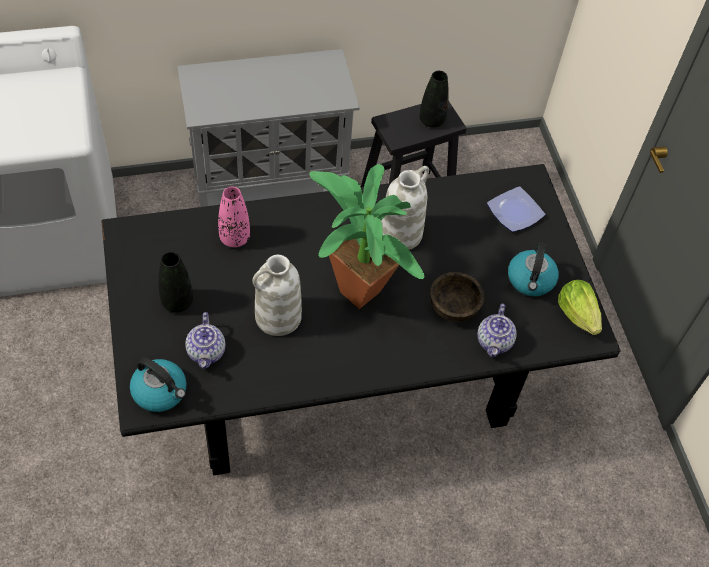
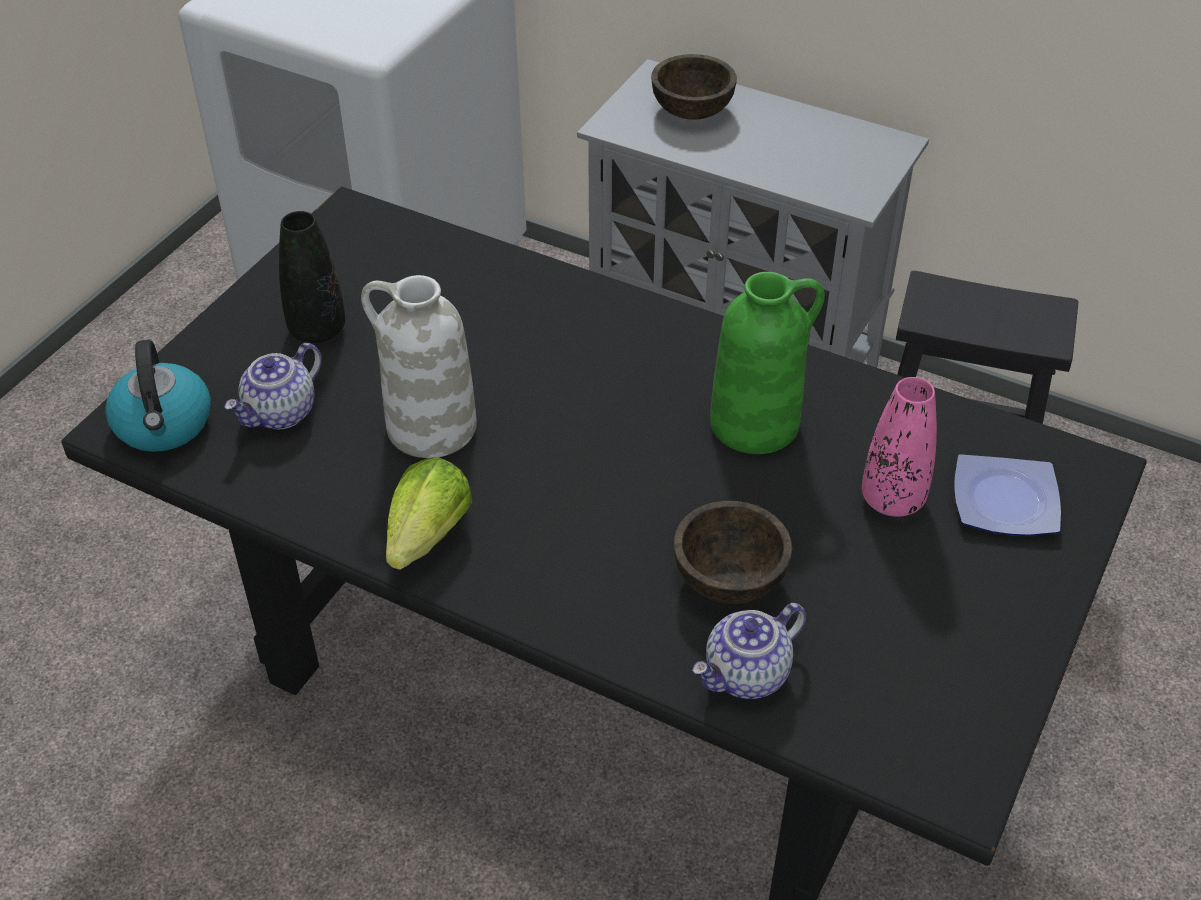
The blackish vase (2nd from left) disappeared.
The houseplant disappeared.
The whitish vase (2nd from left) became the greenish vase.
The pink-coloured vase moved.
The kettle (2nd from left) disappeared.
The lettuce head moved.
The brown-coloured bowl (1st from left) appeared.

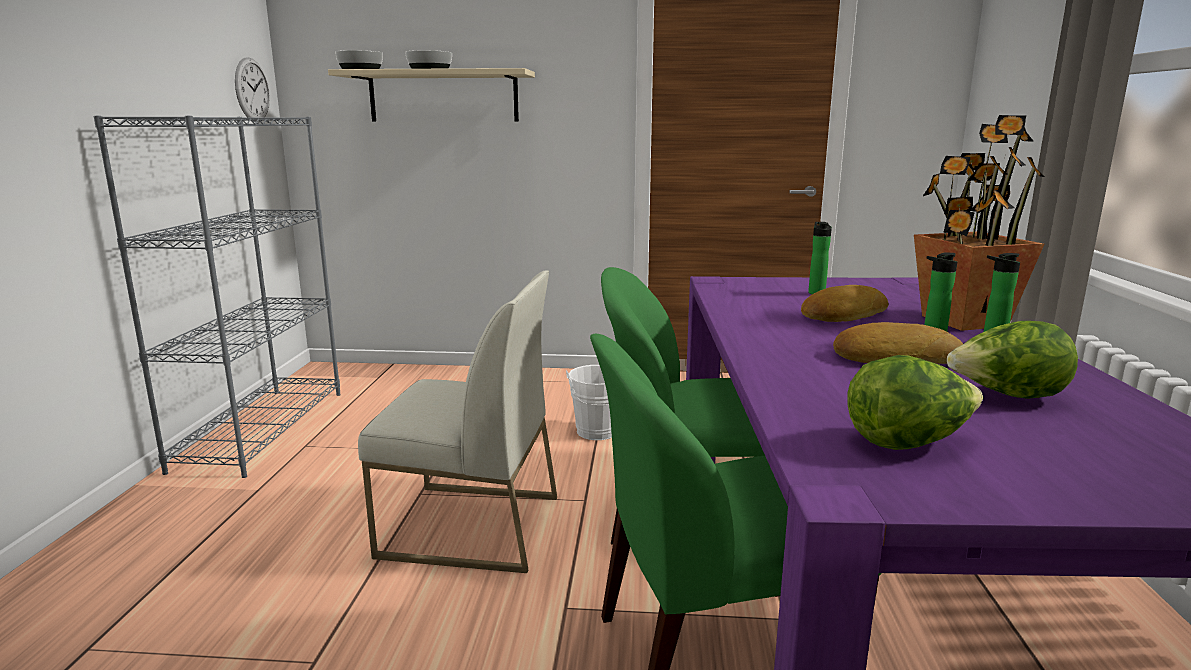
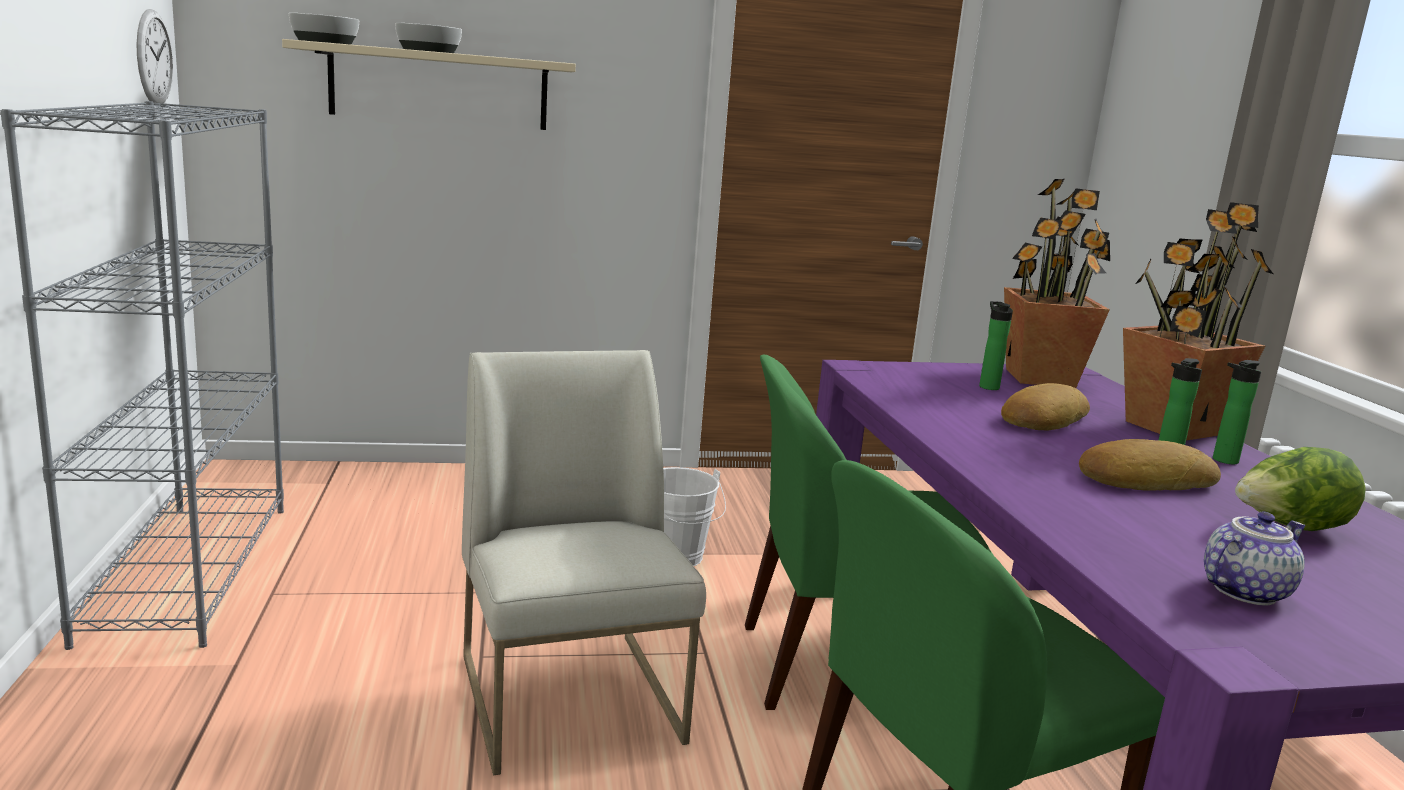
The whitish upright chair turned 105 degrees counterclockwise.
The lettuce head (1st from left) was replaced by the tea pot.
The houseplant (1st from left) appeared.

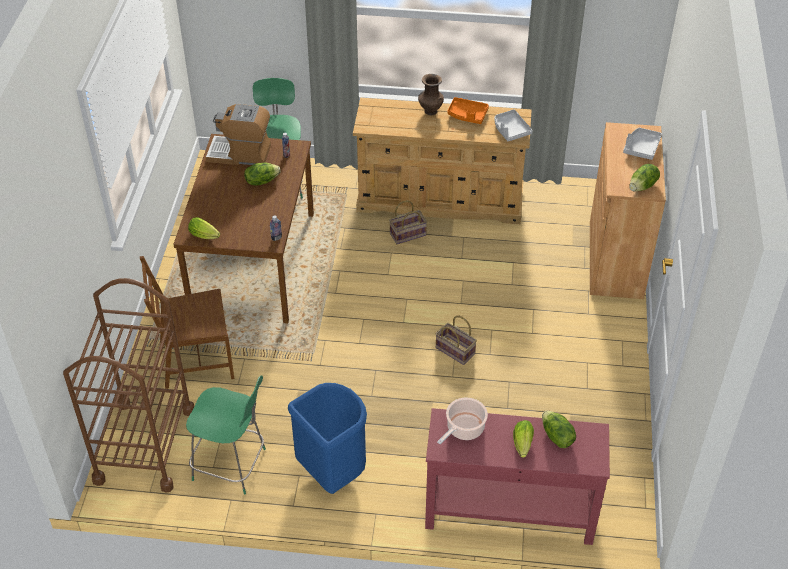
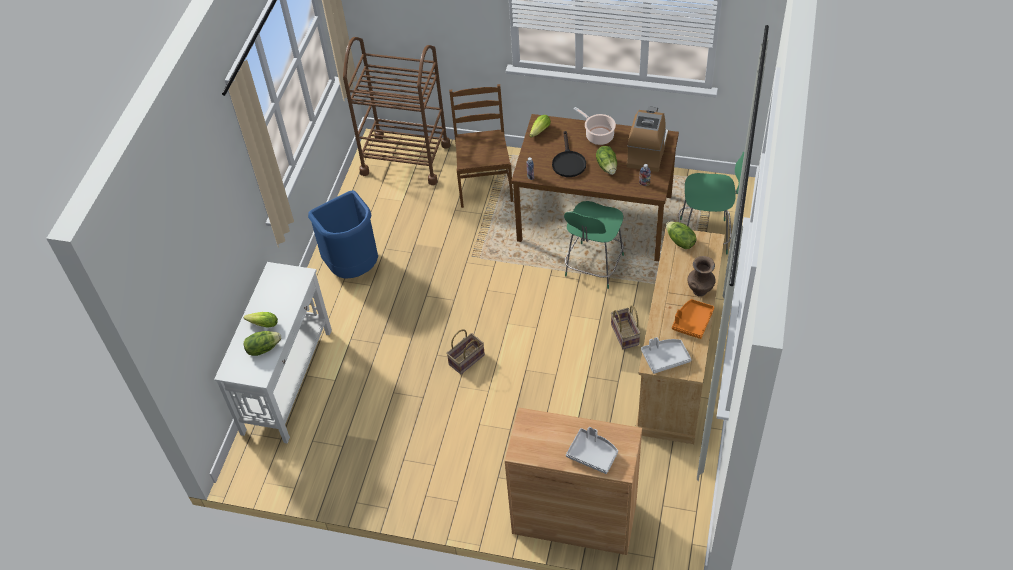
The lettuce head (5th from left) moved.
The greenish upright chair (1st from left) moved.
The saucepot moved.
The red-coloured console table became the whitish console table.
The blackish pan appeared.

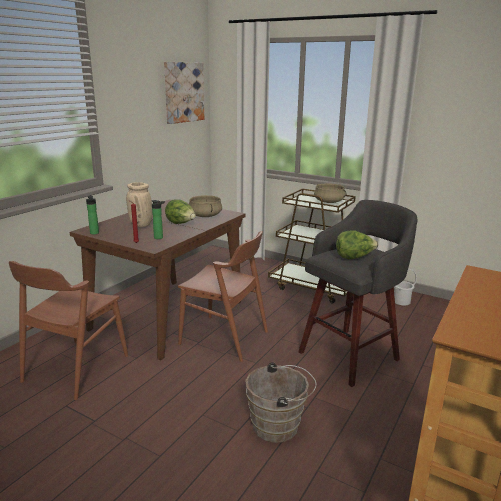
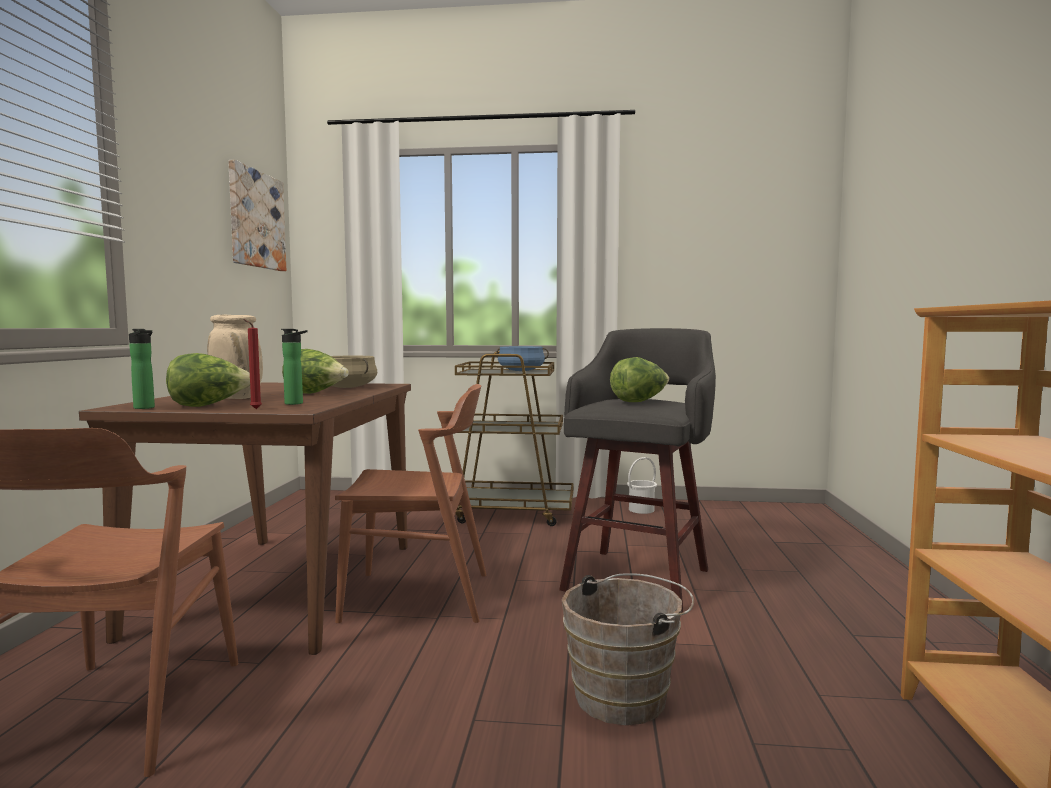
The sand-coloured saucepot (2nd from left) became the blue-coloured saucepot.
The lettuce head (1st from left) appeared.

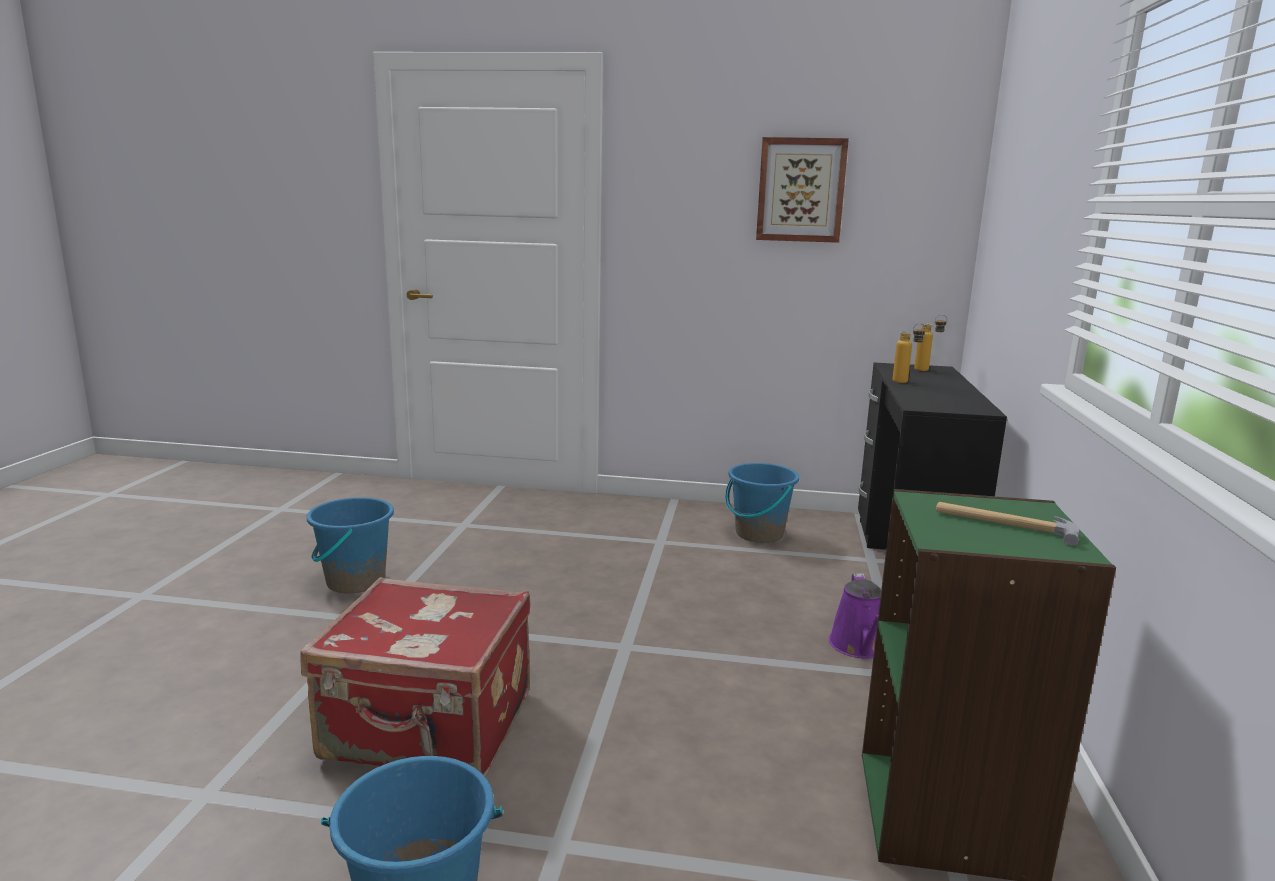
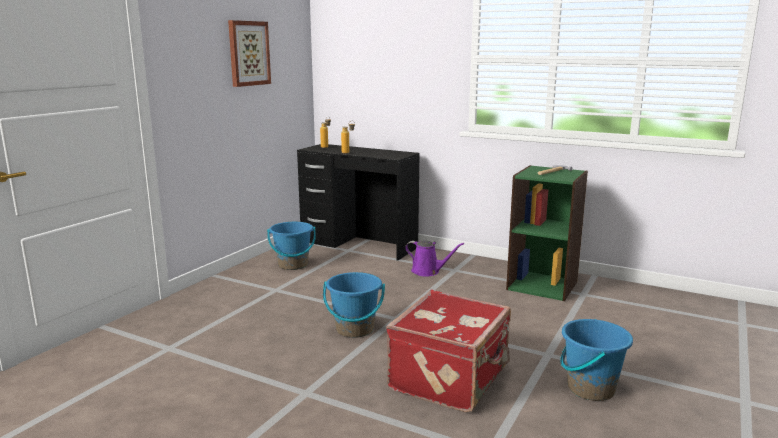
The blue-coloured water bucket (1st from left in the first image) moved.

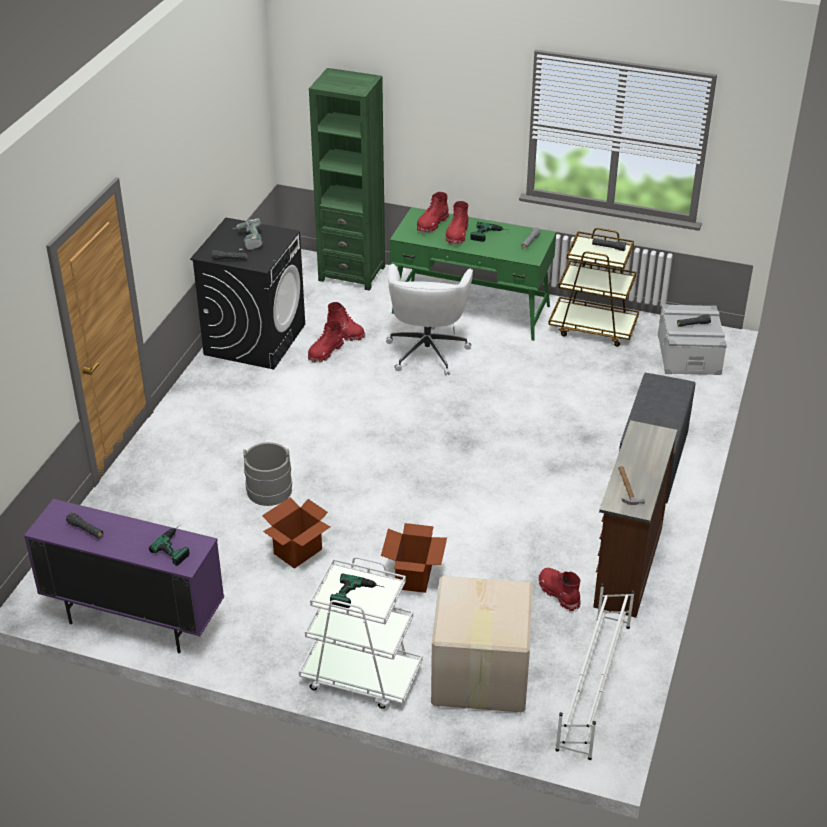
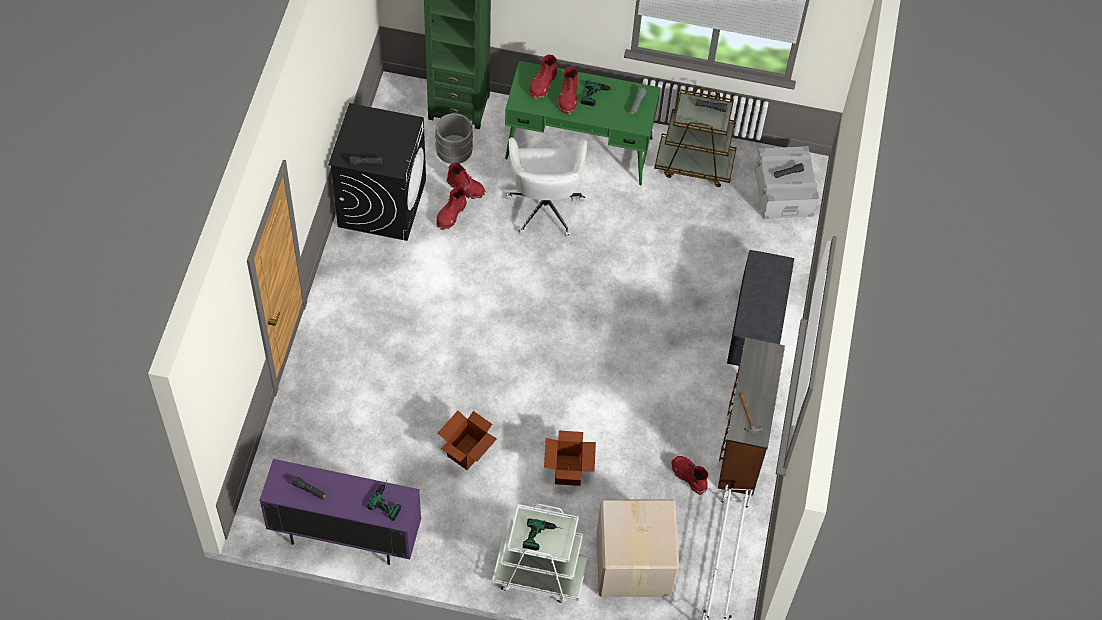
The drill (2nd from left) disappeared.
The greyish water bucket moved.

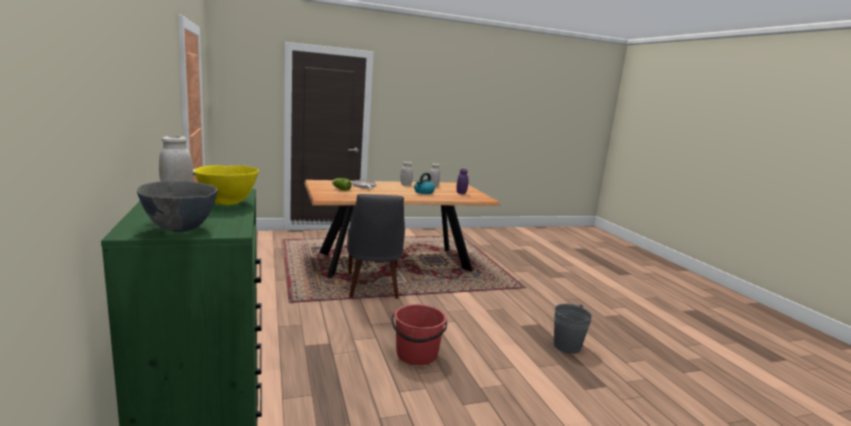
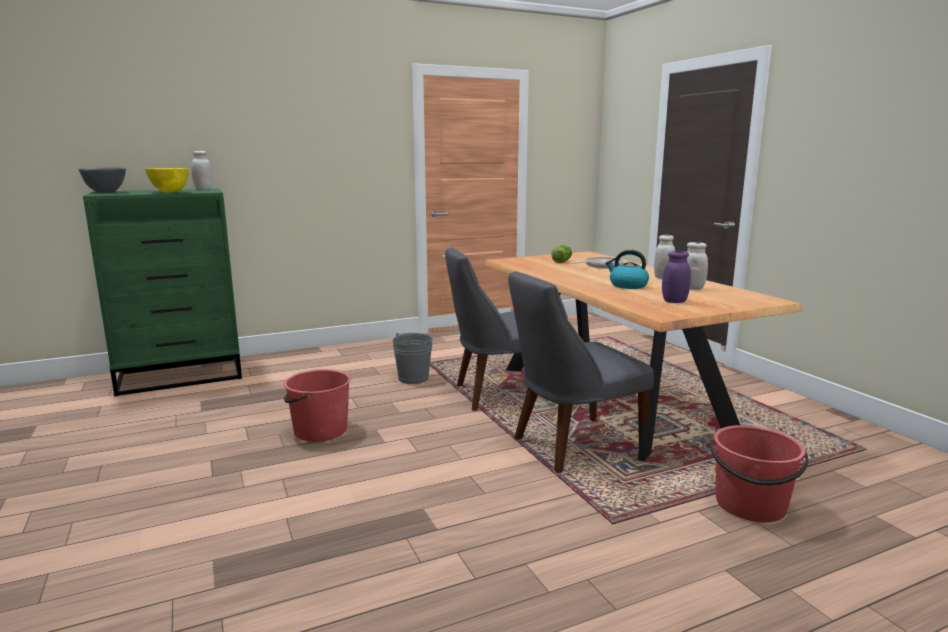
The greyish water bucket moved.
The greyish upright chair (2nd from left) appeared.
The red-coloured water bucket (2nd from left) appeared.

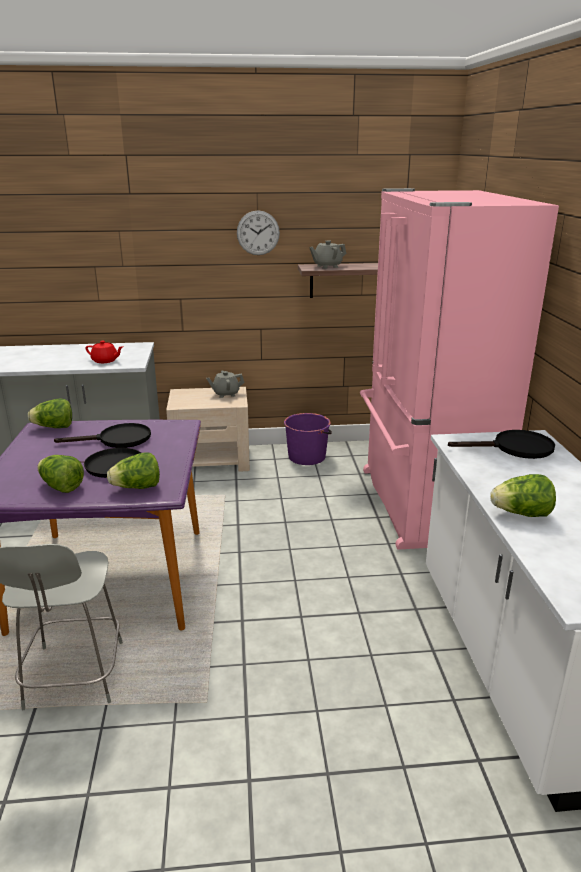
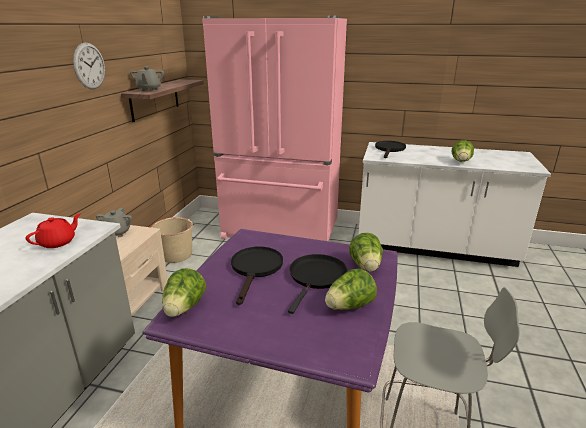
The purple-coloured water bucket became the sand-coloured water bucket.

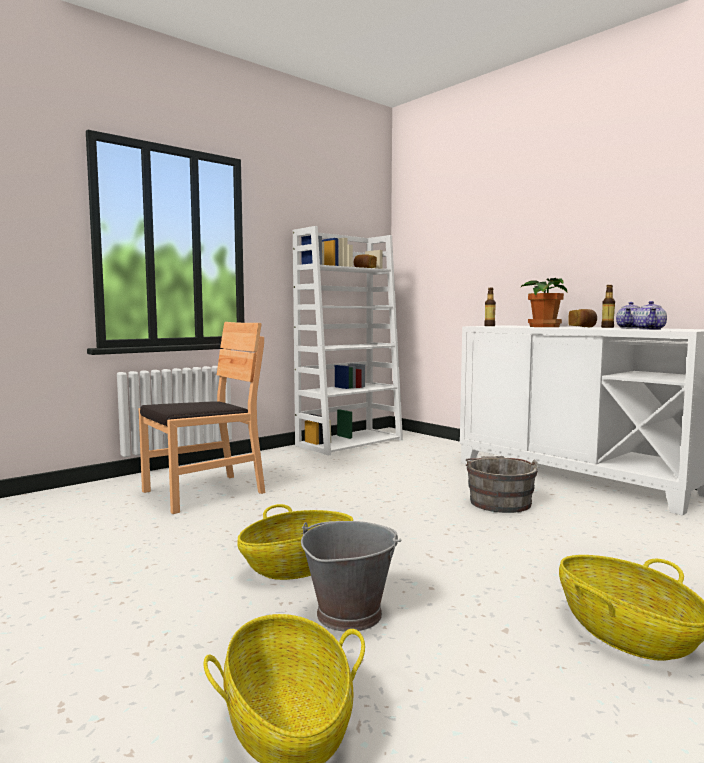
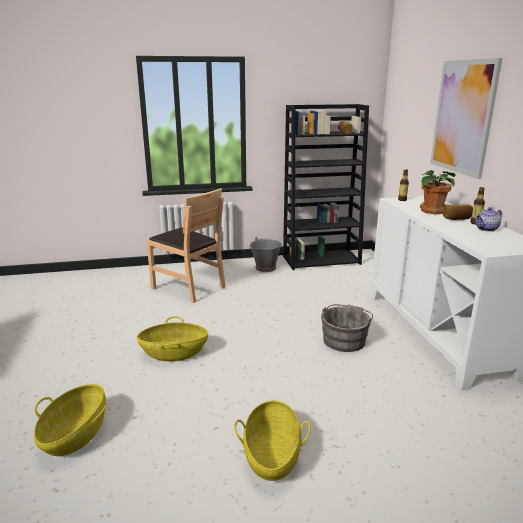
The whitish bookcase became the blackish bookcase.
The tea pot (2nd from left) disappeared.
The brown-coloured upright chair turned 45 degrees clockwise.
The greyish water bucket (1st from left) moved.
The picture appeared.

